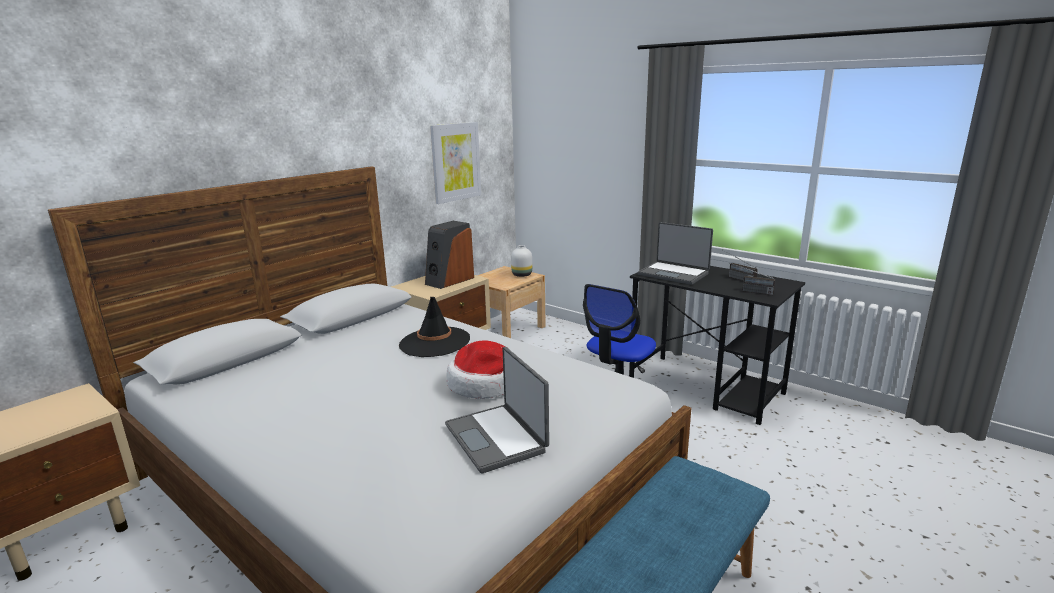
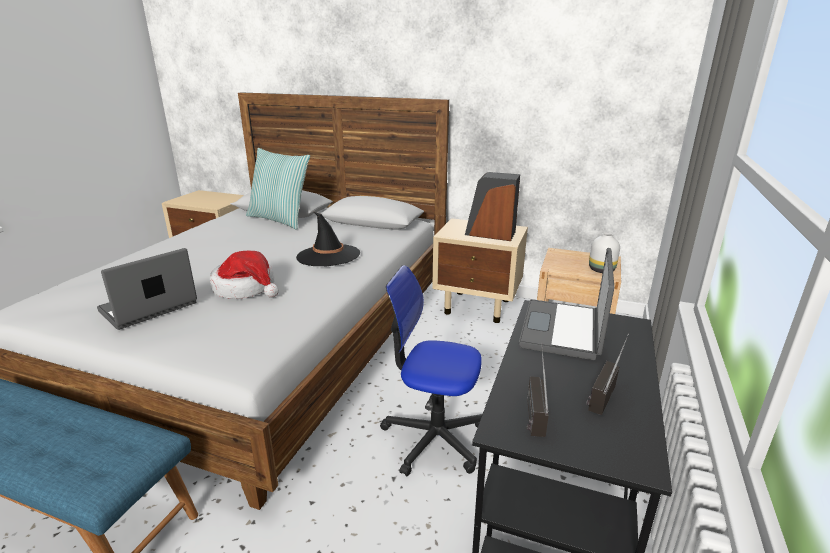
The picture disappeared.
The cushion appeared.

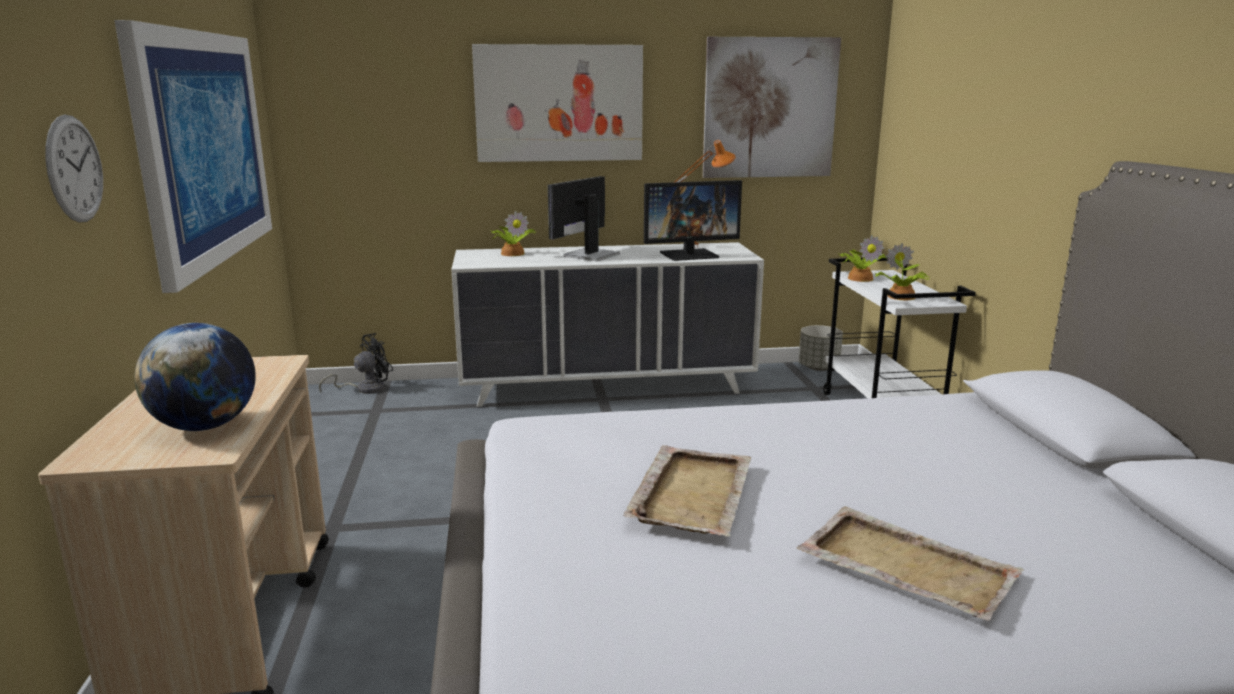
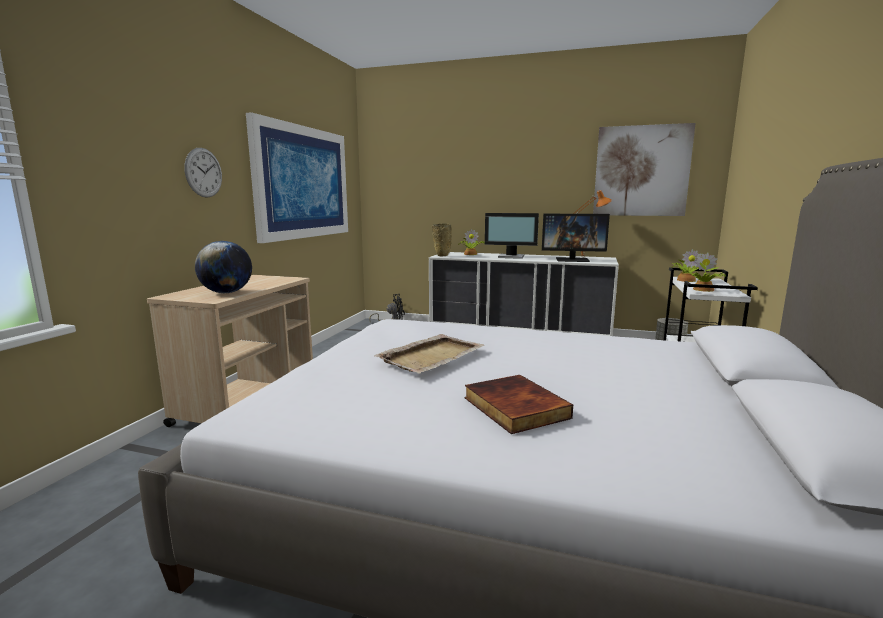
The picture (2nd from left) disappeared.
The computer display (1st from left) turned 135 degrees counterclockwise.
The sand-coloured carrying tray (2nd from left) was replaced by the bound book.
The sand-coloured vase appeared.

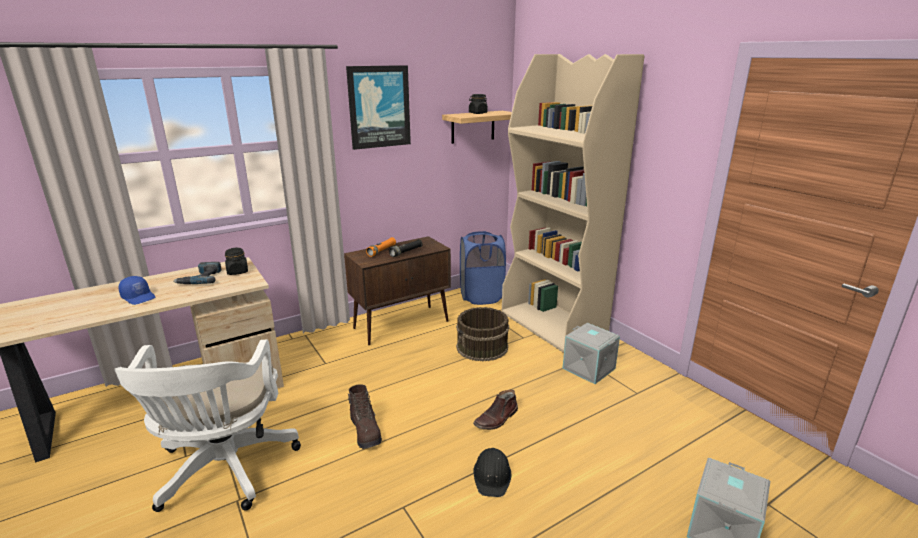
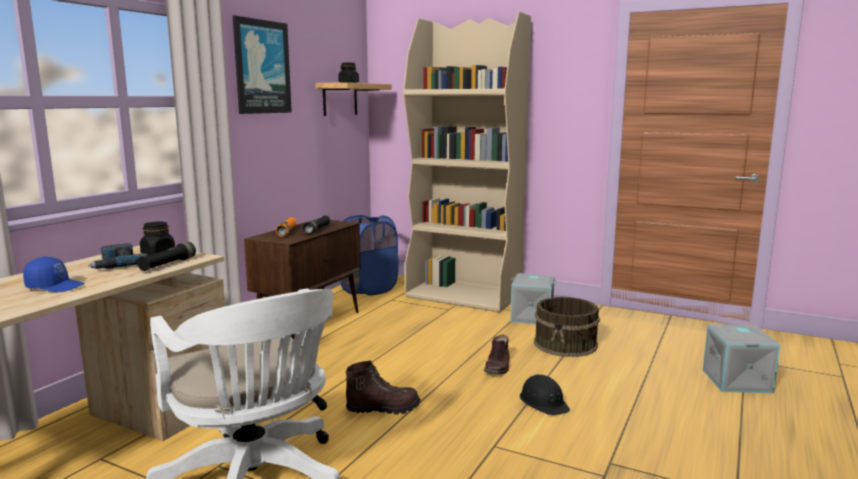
The brown-coloured water bucket moved.
The brown-coloured high-top boot (1st from left) turned 45 degrees counterclockwise.
The blackish hand torch (1st from left) appeared.

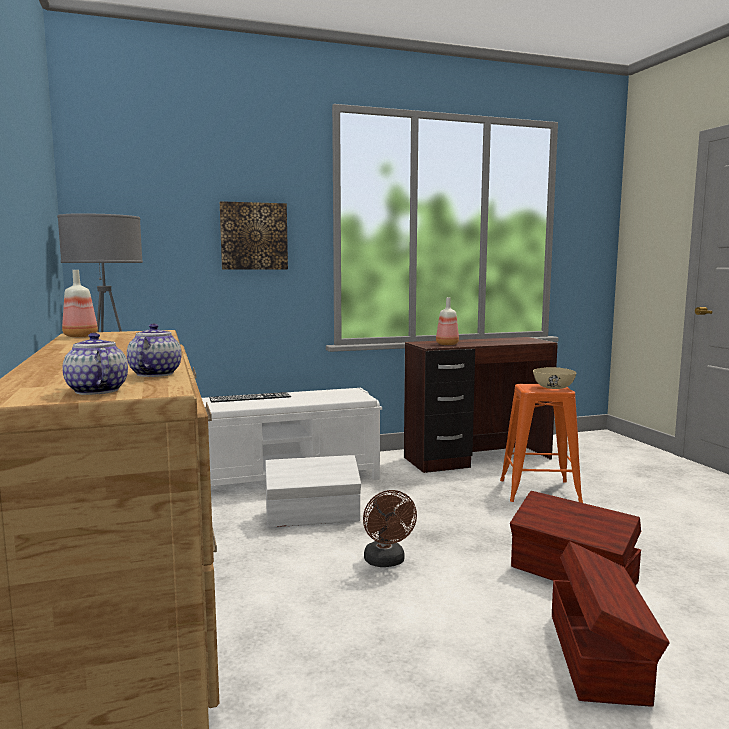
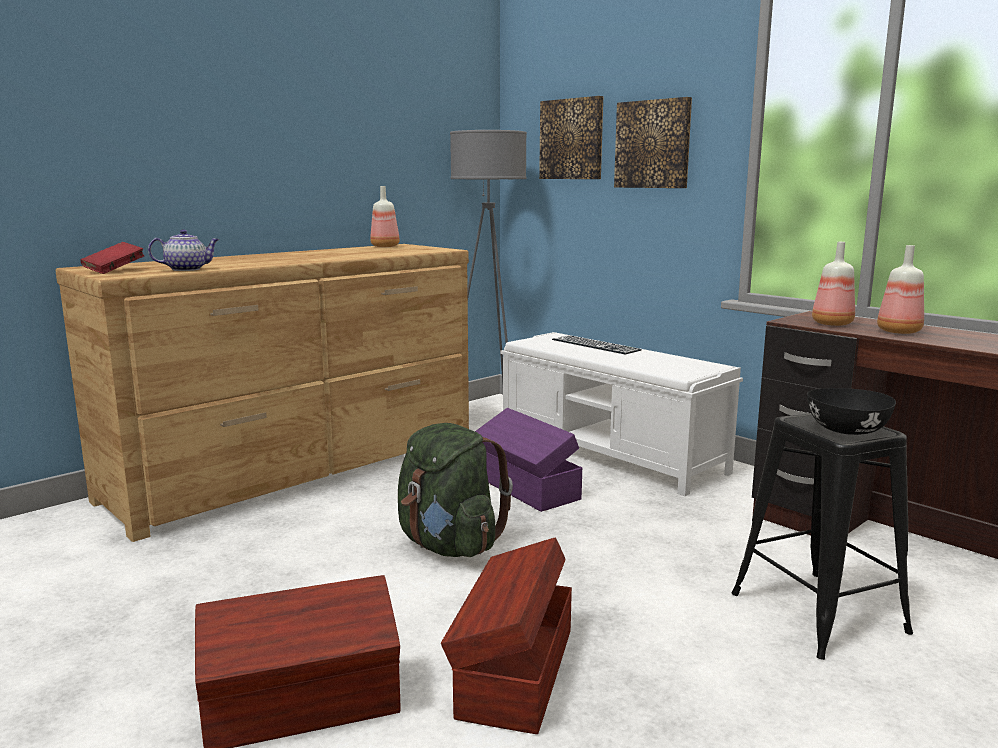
The tea pot (1st from left) was replaced by the red-coloured bound book.
The sand-coloured bowl became the blackish bowl.
The orangey sitting stool became the blackish sitting stool.
The whitish storage bin became the purple-coloured storage bin.
The brown-coloured electric fan was replaced by the greenish backpack.
The picture (1st from left) appeared.
The bottle (3rd from left) appeared.

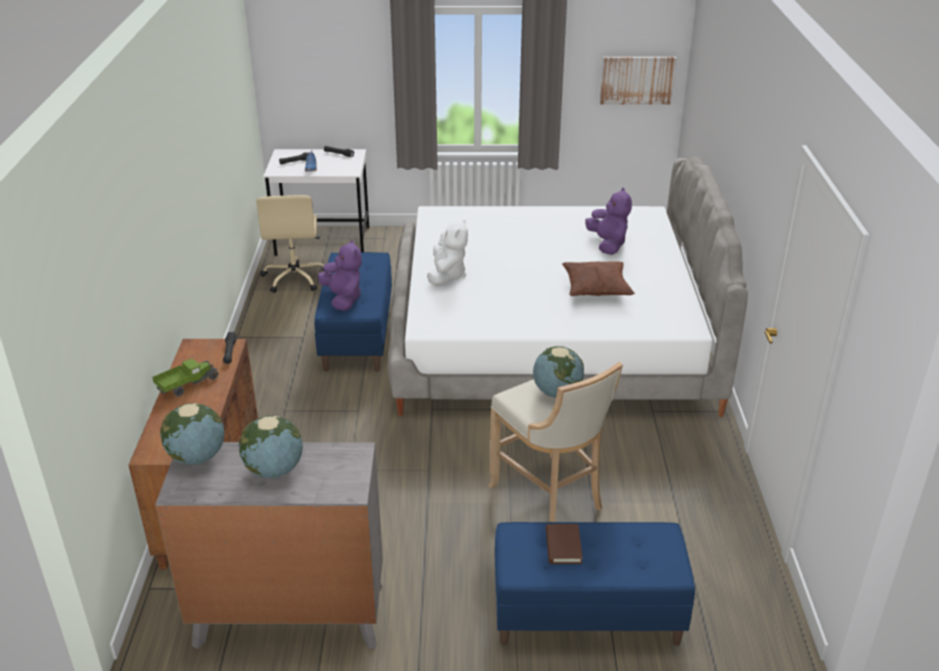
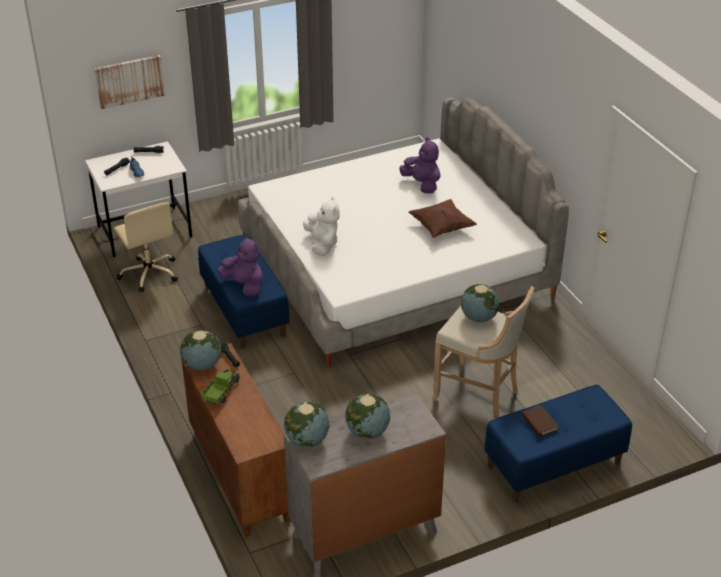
The picture moved.
The globe (1st from left) appeared.

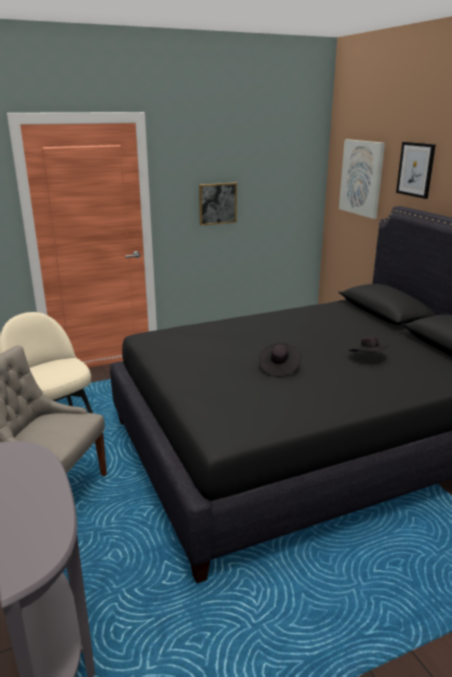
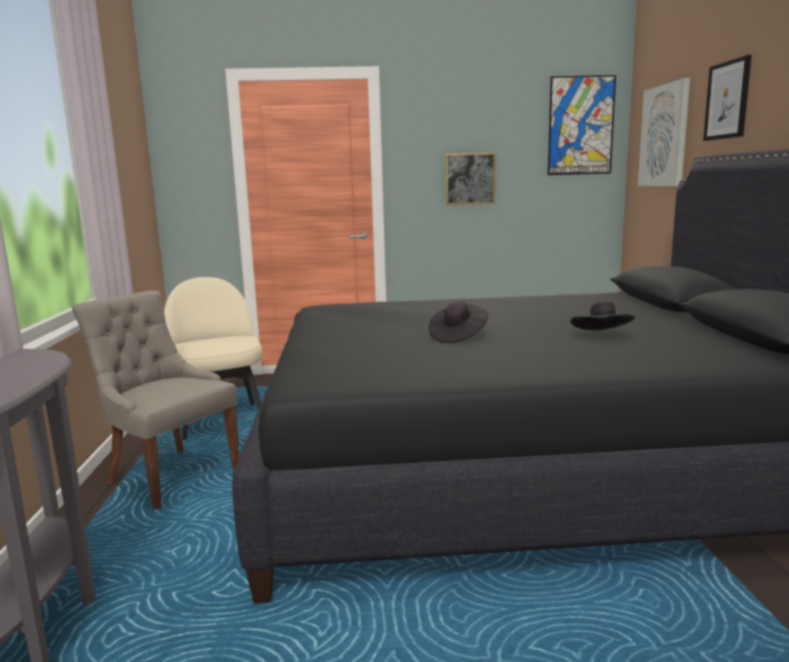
The picture (2nd from left) appeared.

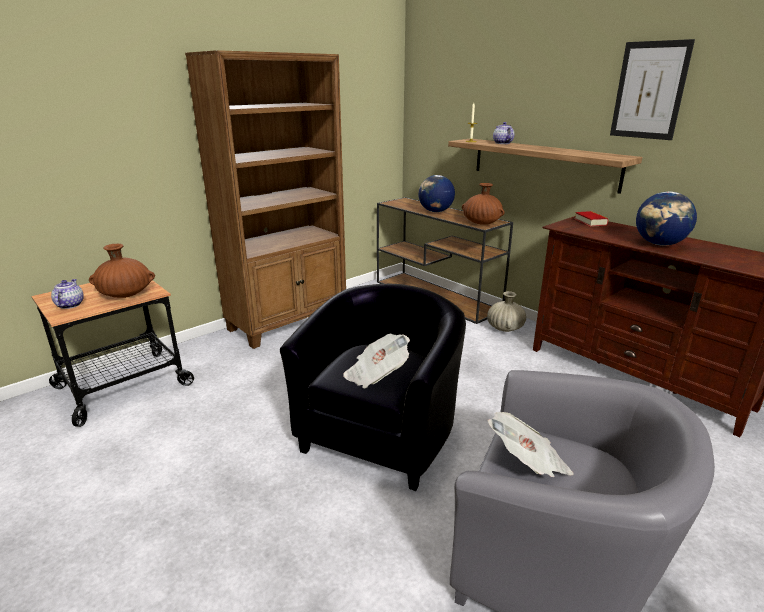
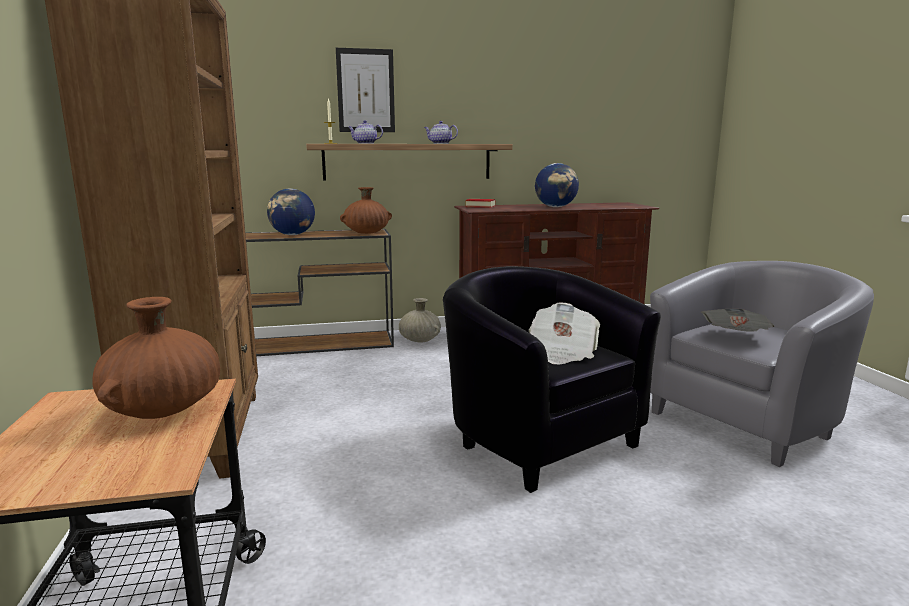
The picture moved.
The tea pot (1st from left in the first image) moved.

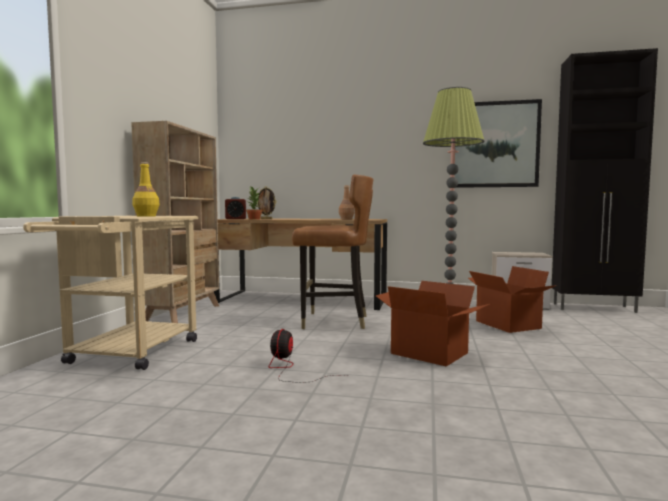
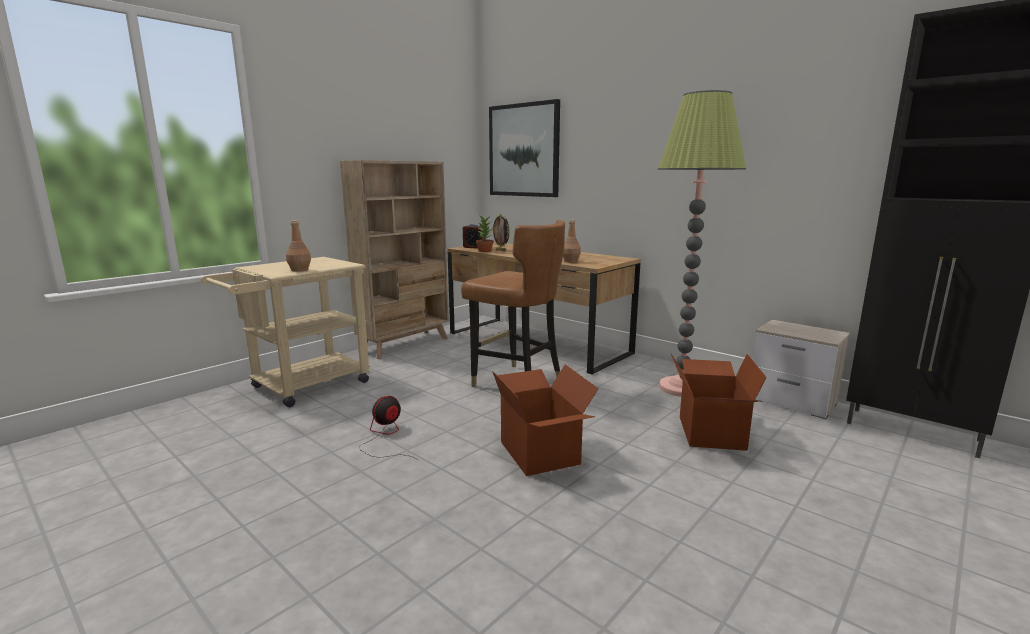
The picture moved.
The yellowish bottle became the brown-coloured bottle (1st from left).

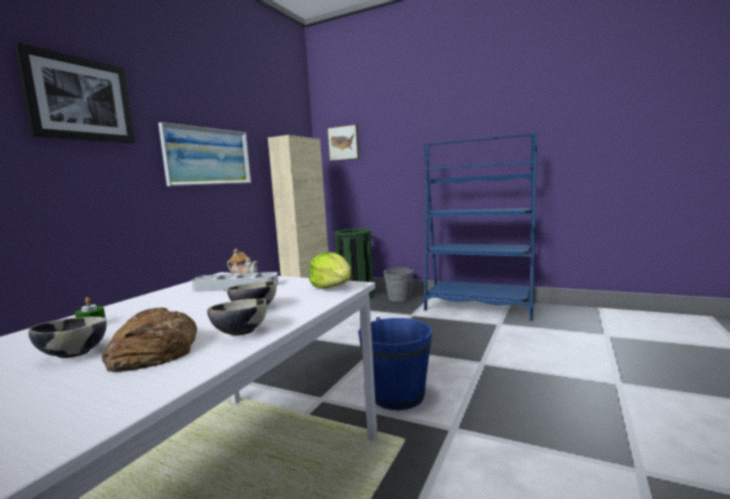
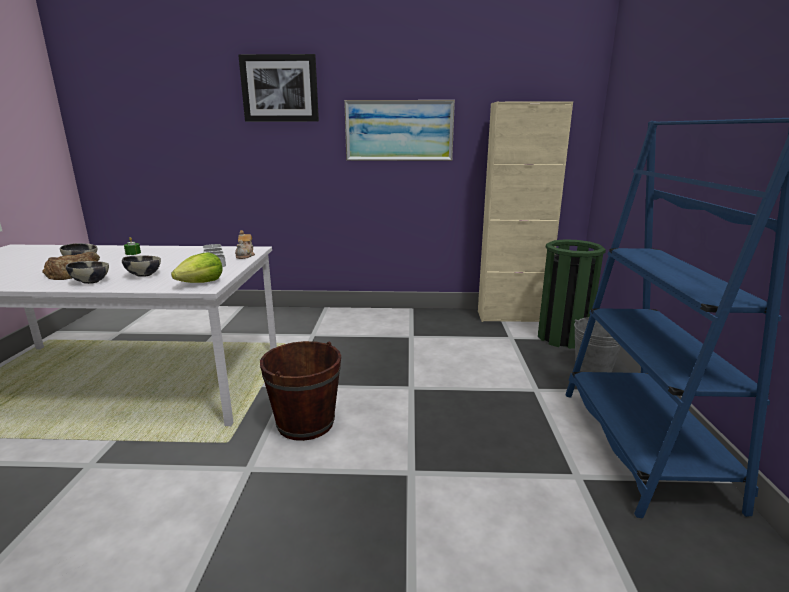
The picture (3rd from left) disappeared.
The blue-coloured water bucket became the brown-coloured water bucket.

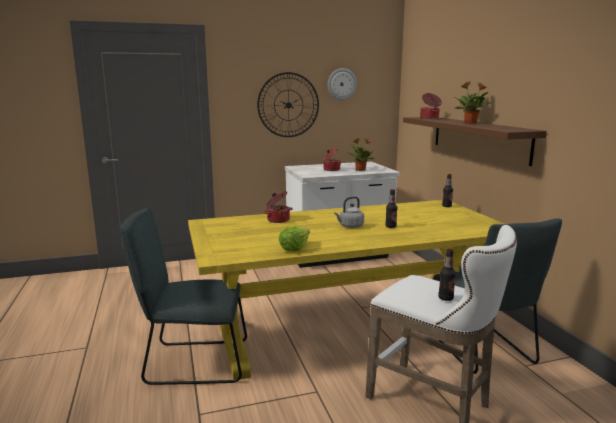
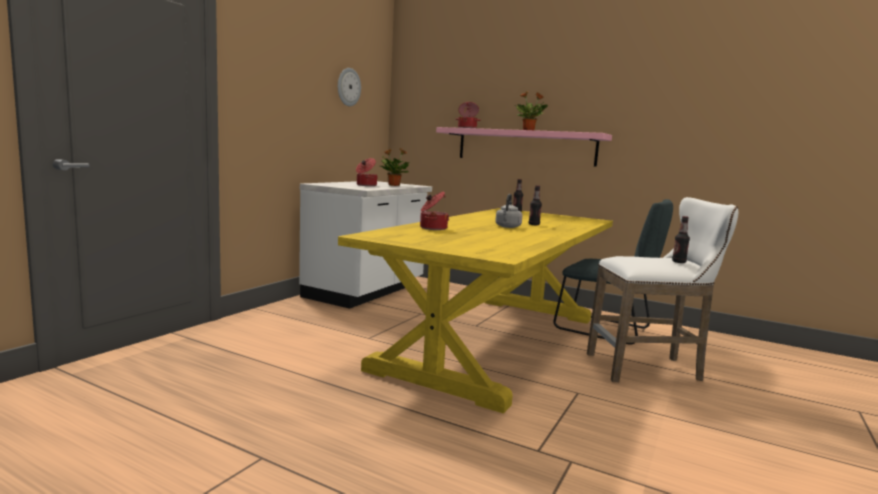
The hanging clock (1st from left) disappeared.
The brown-coloured shelf became the pink-coloured shelf.
The greyish upright chair (1st from left) disappeared.
The lettuce head disappeared.

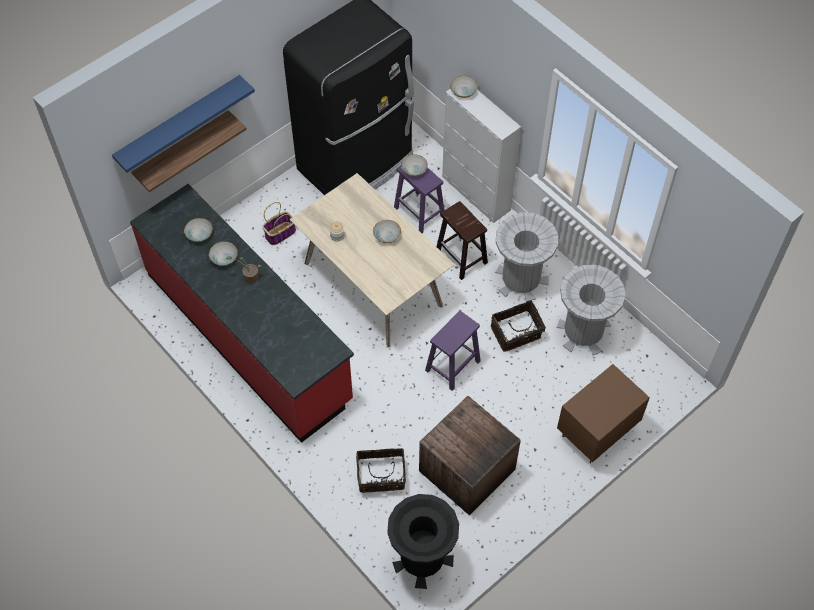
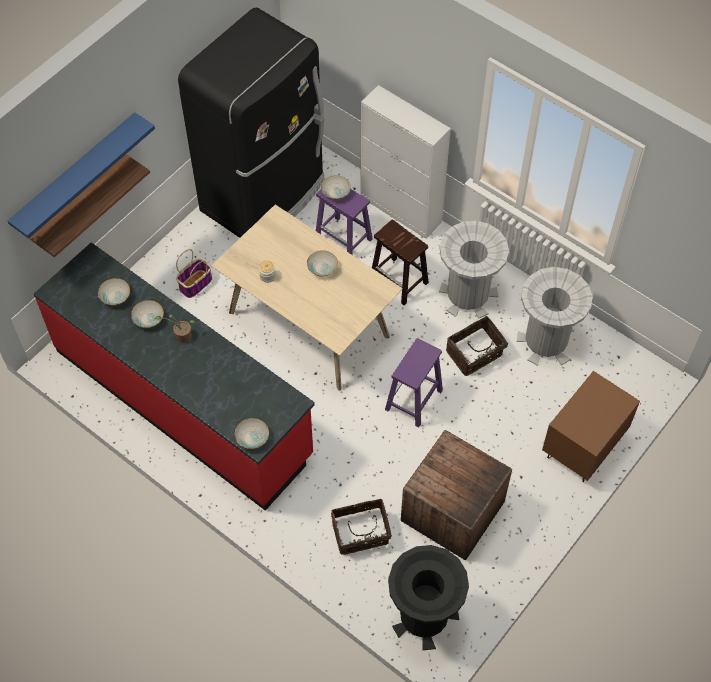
The bowl (5th from left in the first image) moved.

